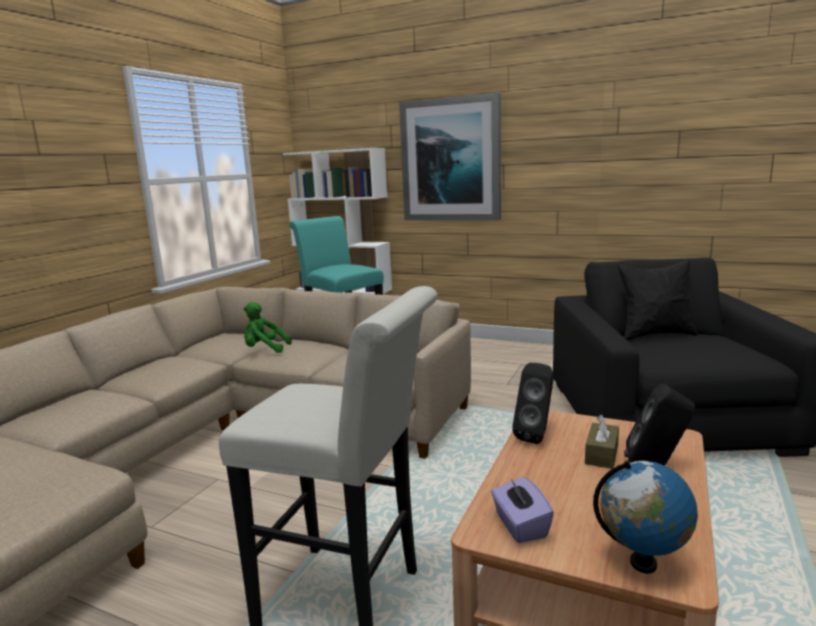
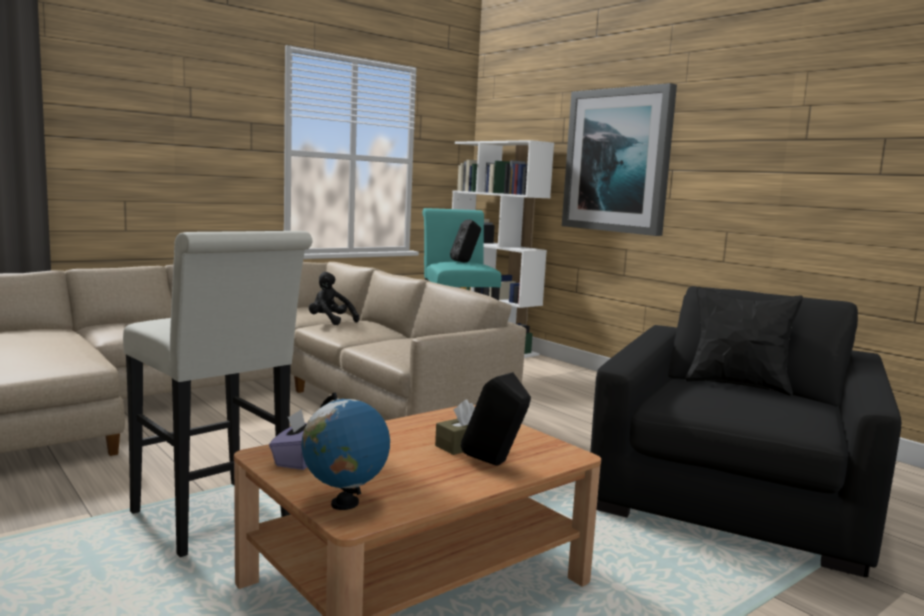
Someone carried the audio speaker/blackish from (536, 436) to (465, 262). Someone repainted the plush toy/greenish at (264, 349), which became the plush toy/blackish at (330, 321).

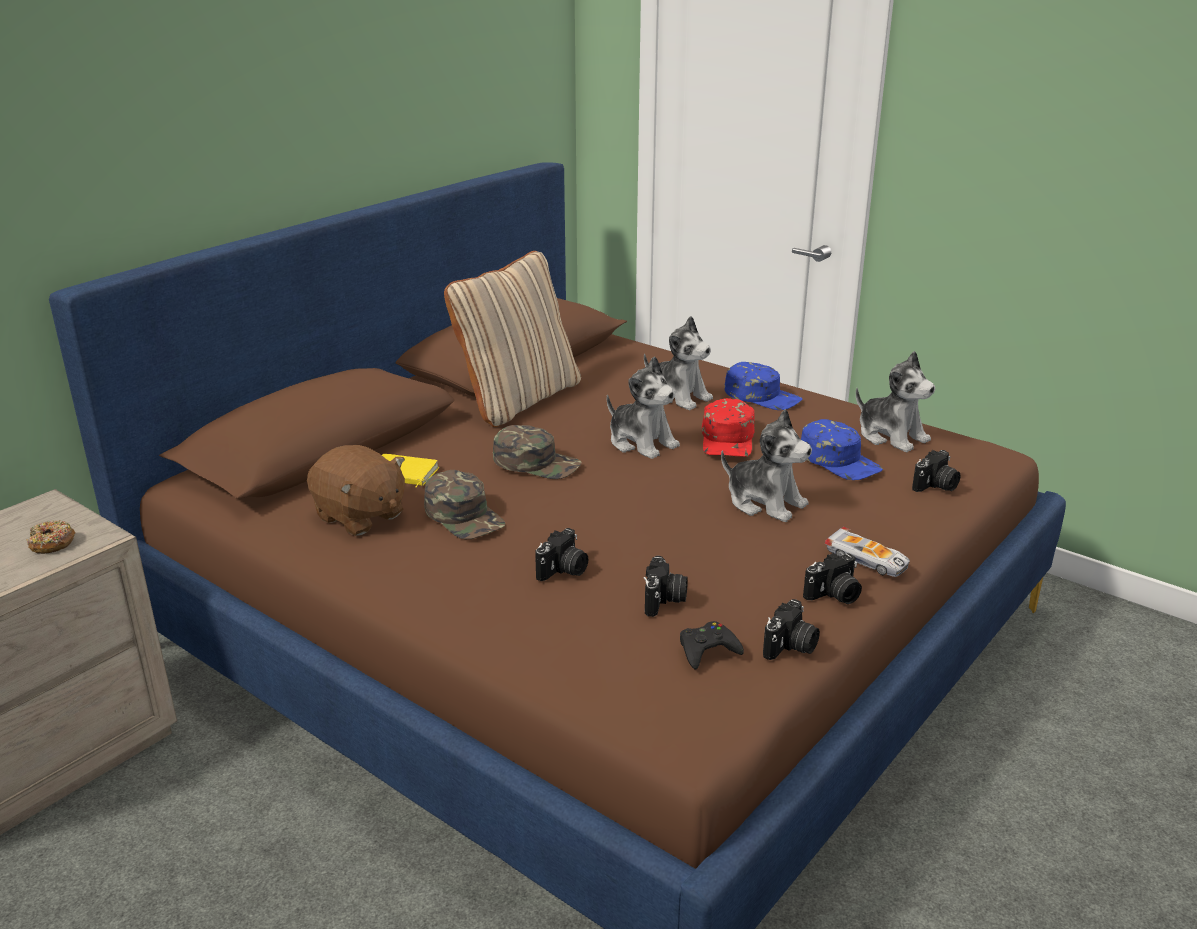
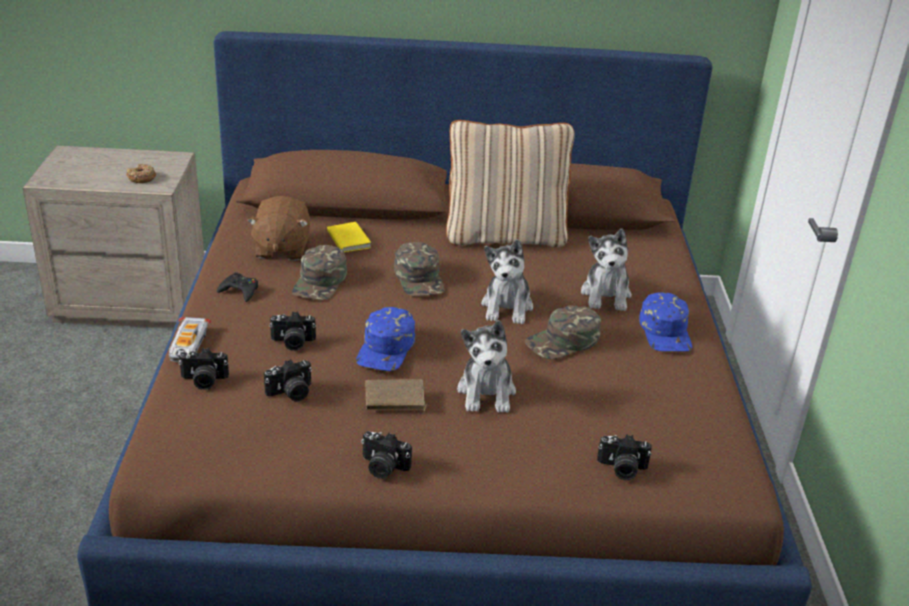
Someone took away the plush toy at (891, 436). Someone put down the book/brown-coloured at (394, 399). Someone carried the game controller/blackish from (707, 650) to (240, 291). Someone carried the still camera from (791, 647) to (204, 381). Someone carried the peaked cap/blue-coloured from (839, 460) to (386, 348). Someone carried the toy car from (867, 559) to (188, 345). Someone repainted the peaked cap/reddish at (728, 439), which became the peaked cap/greenish at (563, 341).

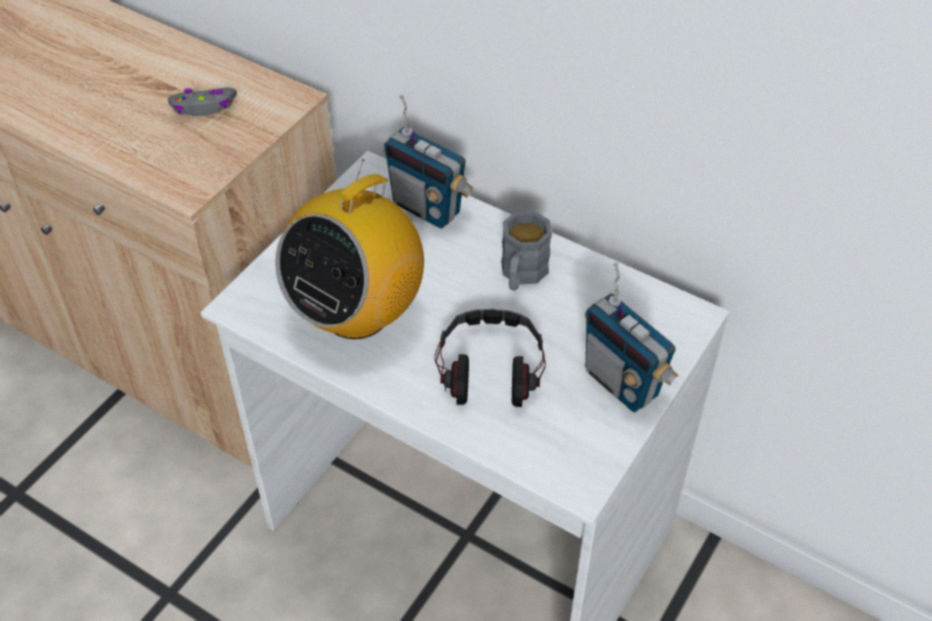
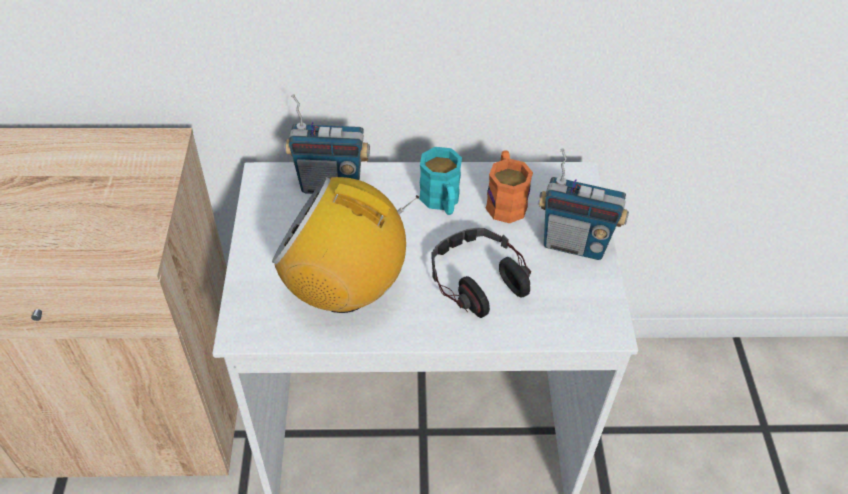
Someone took away the game controller/gray at (204, 107). Someone put down the tea mug/orange-coloured at (505, 200). Someone repainted the tea mug/gray at (521, 274), which became the tea mug/turquoise-coloured at (442, 201). Someone rotated the radio at (357, 312) by 105 degrees clockwise.

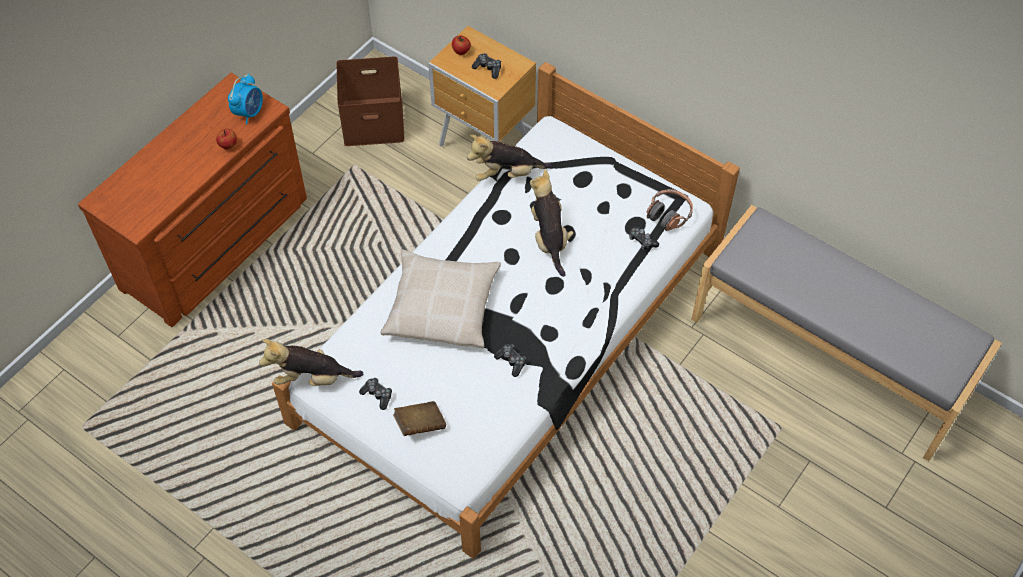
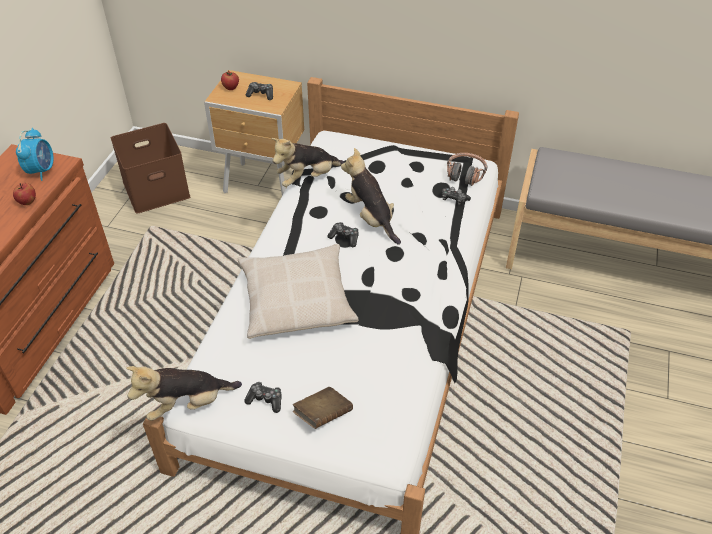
Someone carried the game controller from (511, 362) to (344, 237).

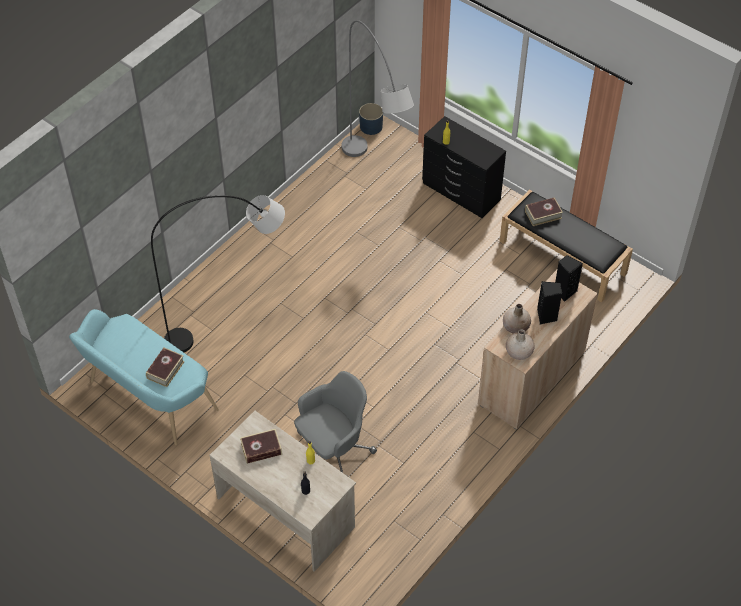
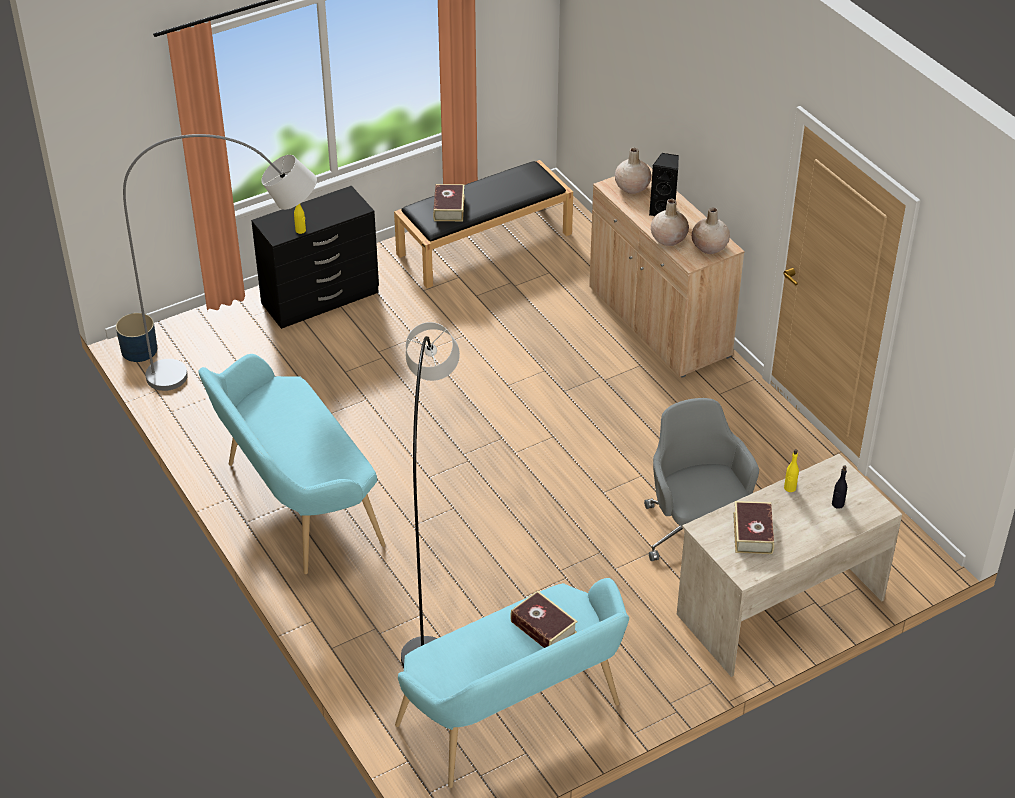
Someone put down the long seat/turquoise-coloured at (295, 505). Someone swapped the audio speaker/blackish at (564, 291) for the decorative vase/beige at (632, 187).

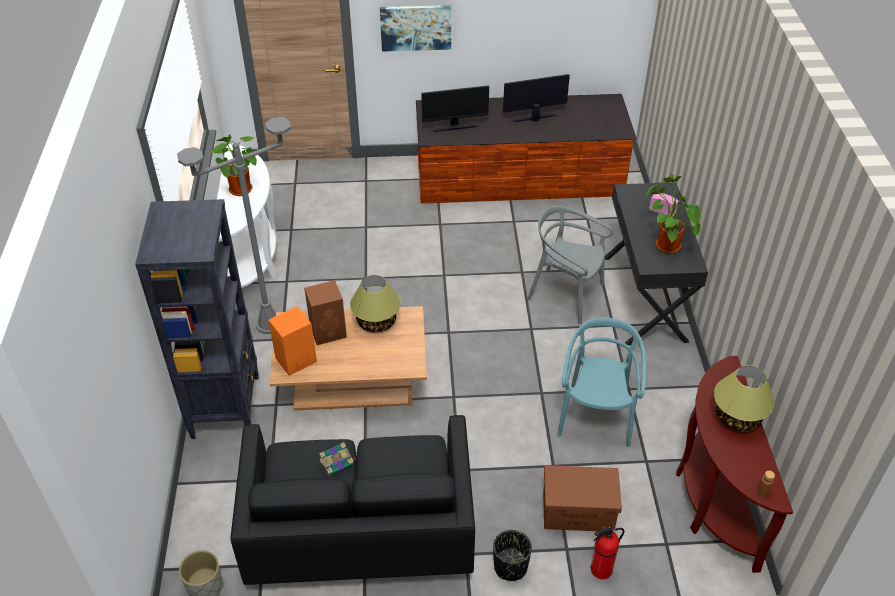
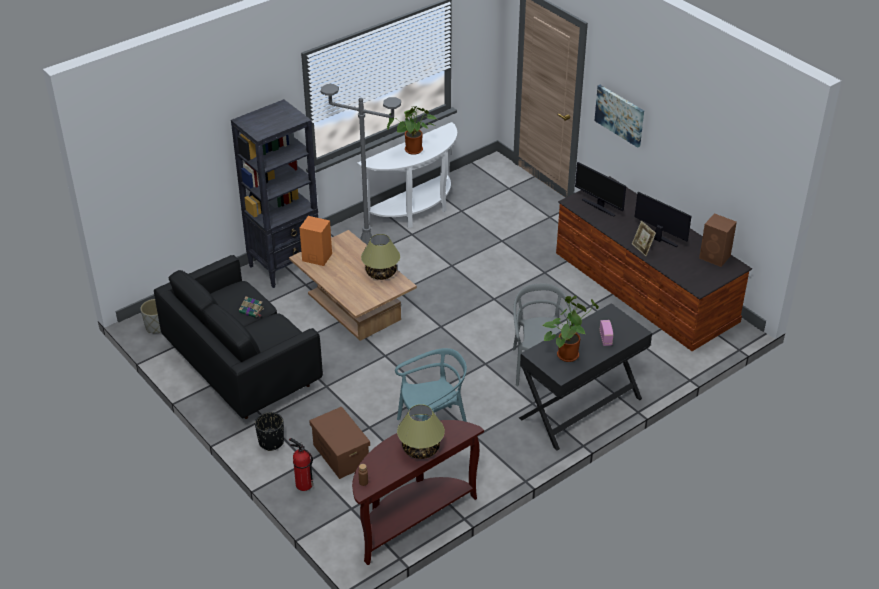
Someone put down the photo frame at (642, 249). Someone carried the audio speaker/brown-coloured from (329, 331) to (715, 257).

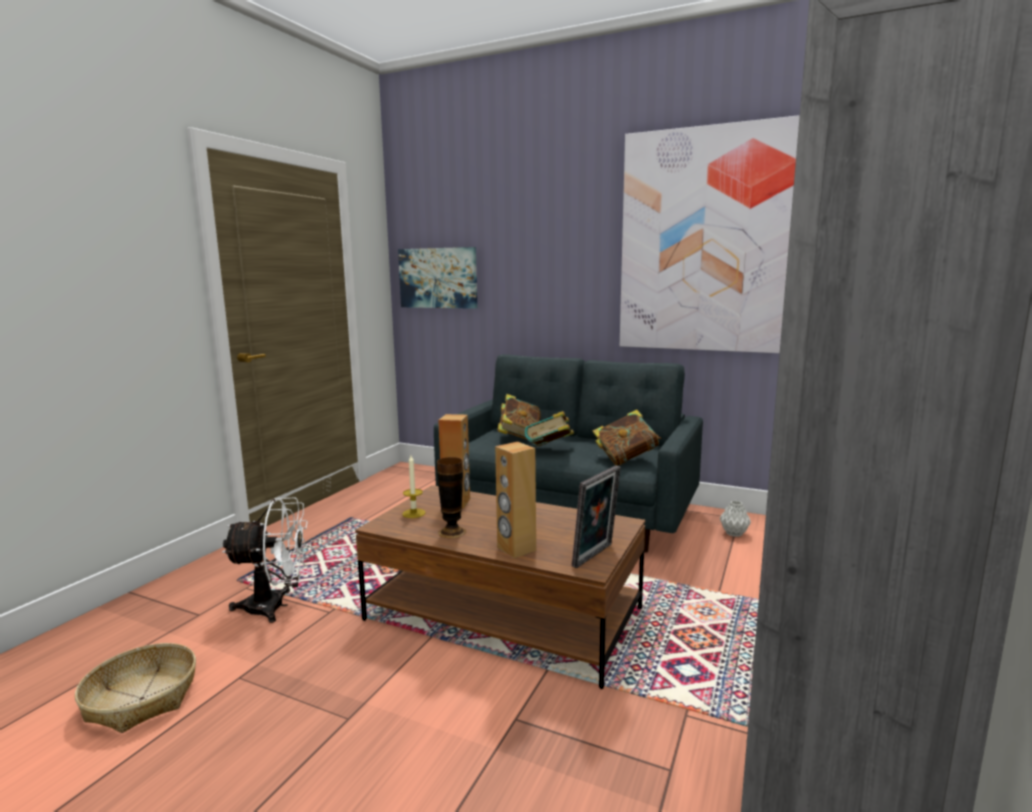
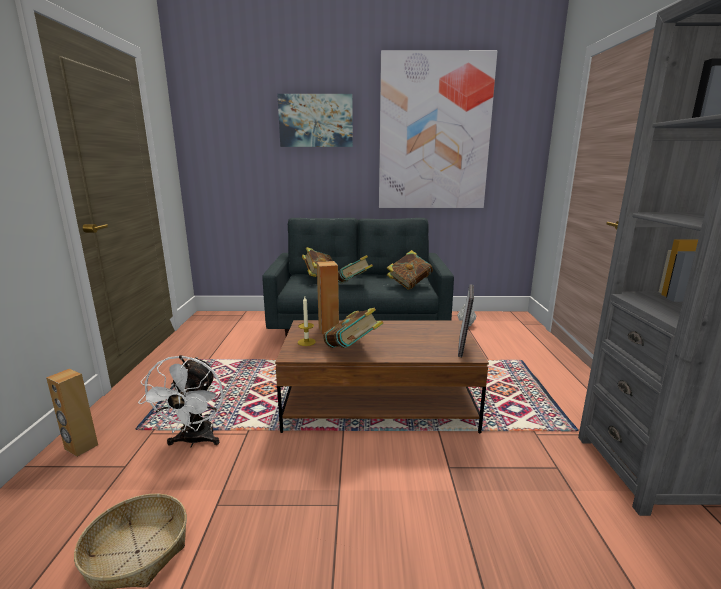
Someone carried the wall art from (438, 278) to (316, 121). Someone carried the audio speaker/brown-coloured from (516, 549) to (81, 447). Someone swapped the decorative vase at (452, 532) for the book at (352, 350). Someone rotated the cooling fan/white at (275, 606) by 120 degrees clockwise.

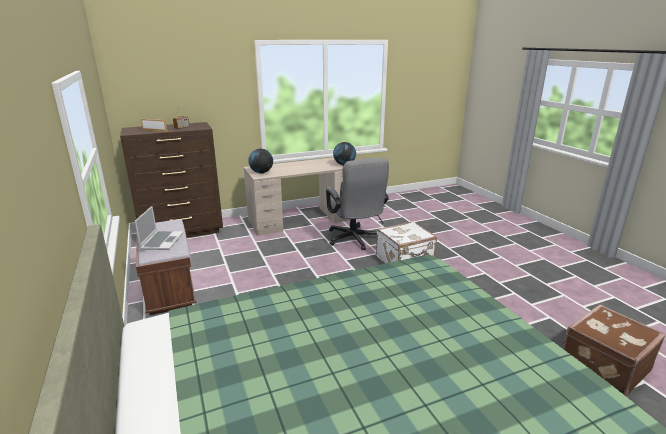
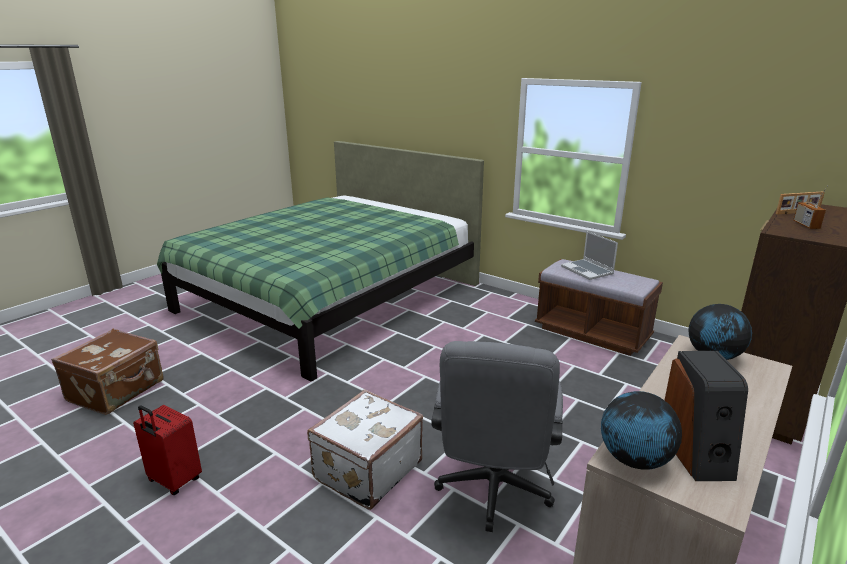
Someone put down the suitcase/reddish at (173, 481). Someone put down the audio speaker at (696, 453). Someone rotated the desk chair/gray at (354, 240) by 120 degrees counterclockwise.

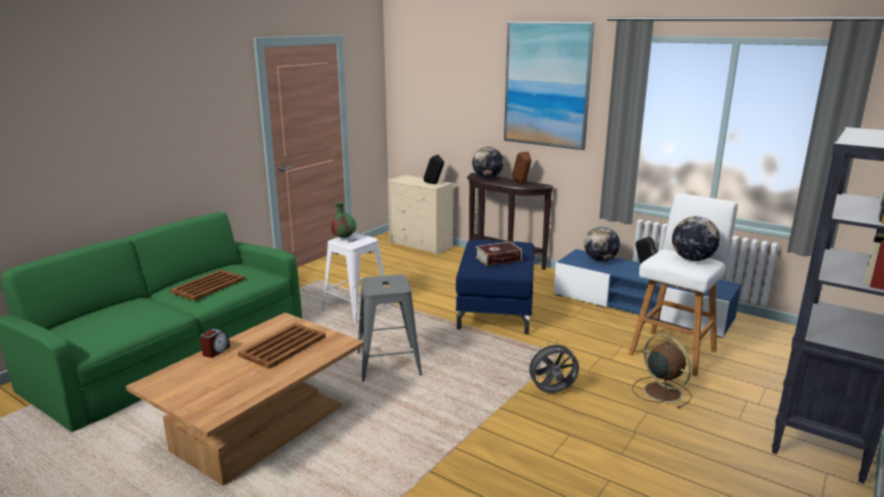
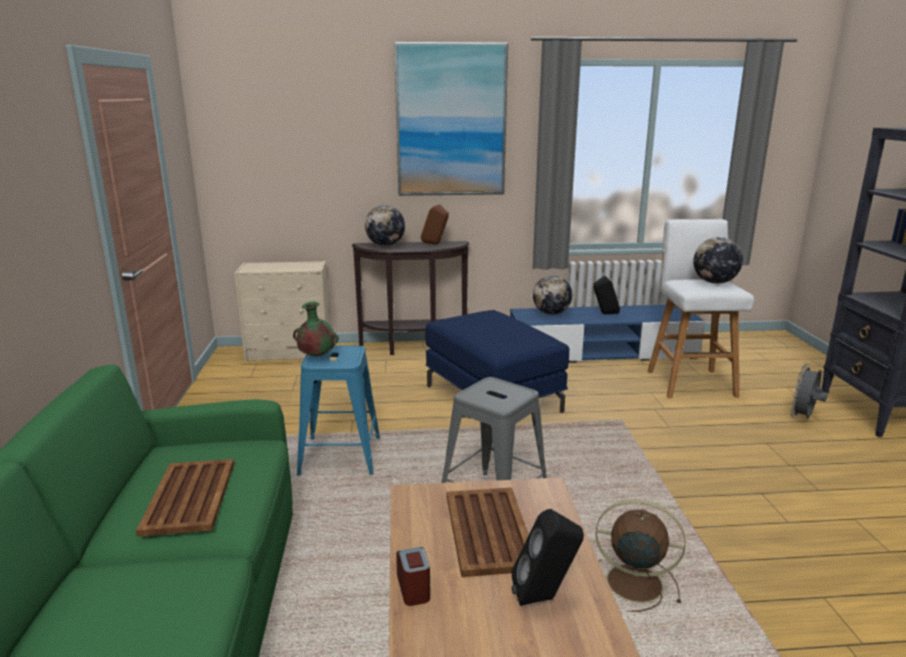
Someone took away the book at (498, 259). Someone carried the audio speaker/blackish from (434, 184) to (545, 598). Someone carried the cooling fan/gray from (552, 392) to (803, 418). Someone carried the cooling fan/brown-coloured from (661, 391) to (631, 583). Someone repainted the stool/white at (356, 308), which became the stool/blue-coloured at (340, 455).

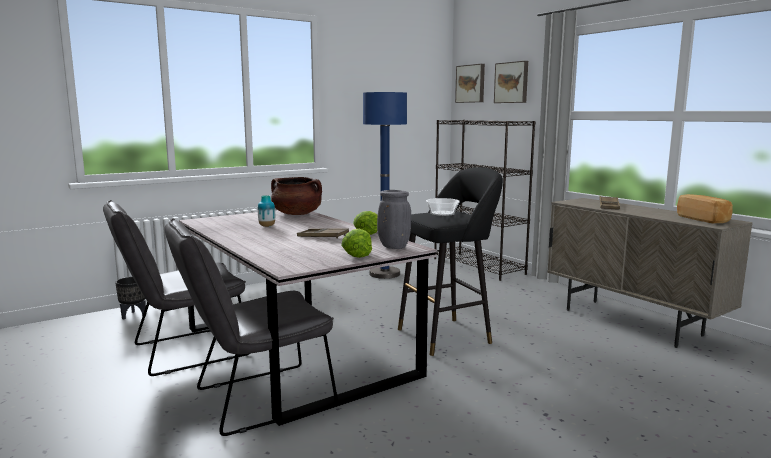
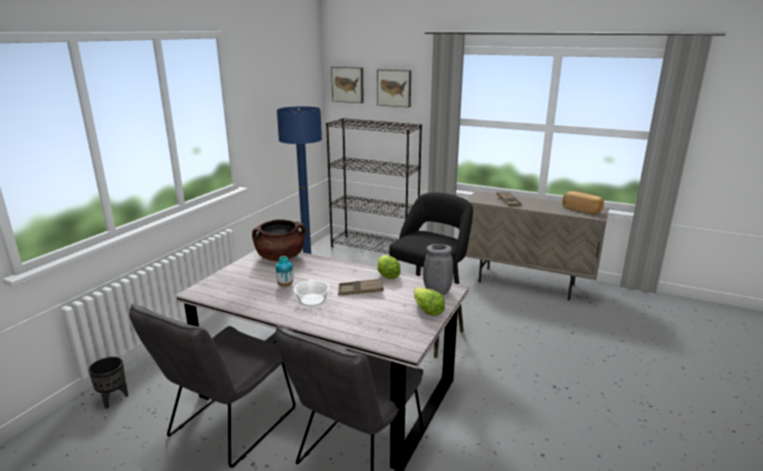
Someone carried the bowl from (442, 213) to (312, 300).

